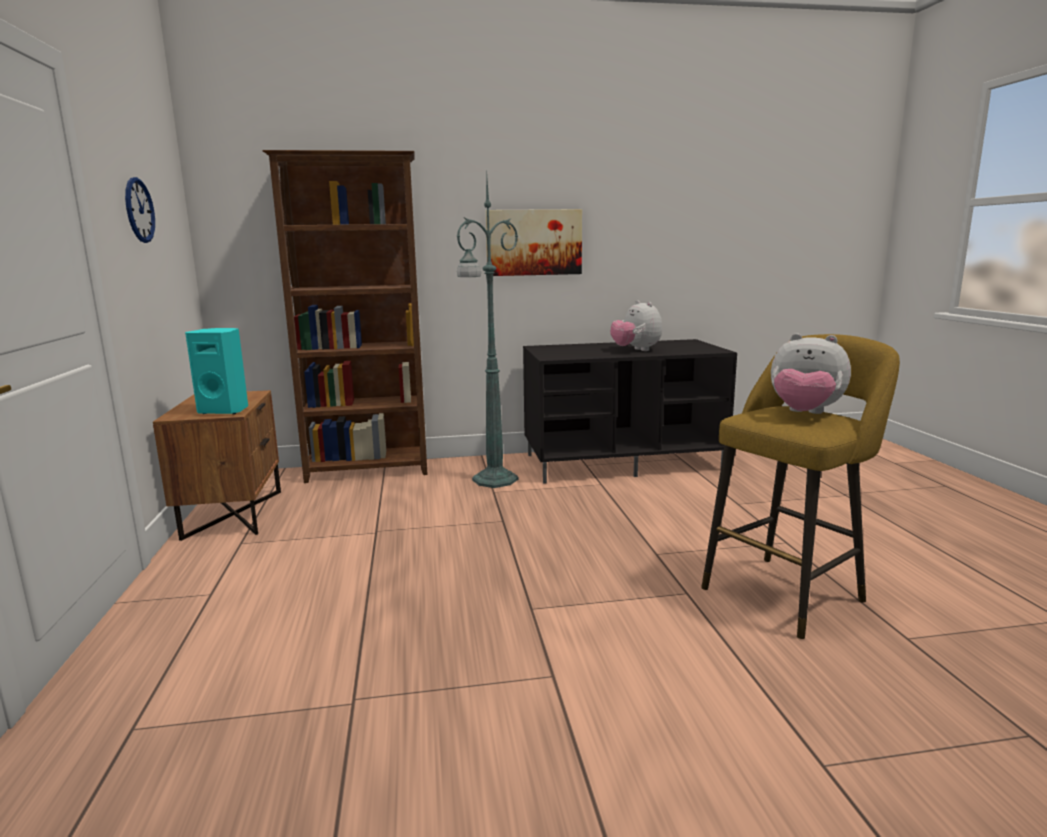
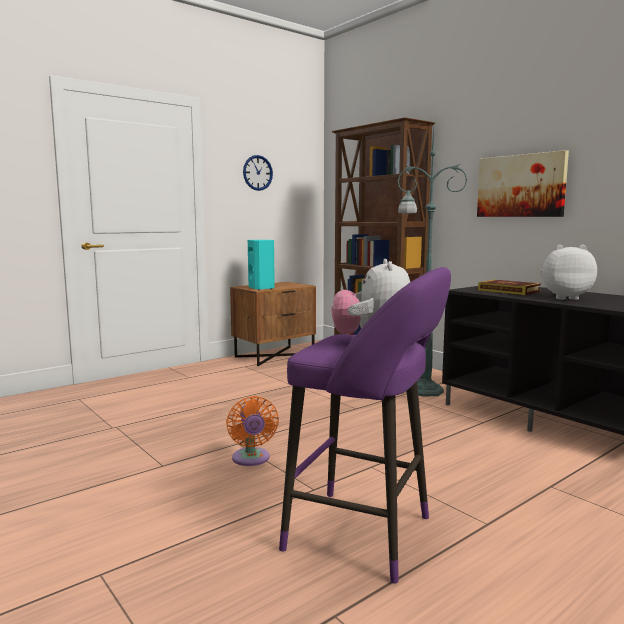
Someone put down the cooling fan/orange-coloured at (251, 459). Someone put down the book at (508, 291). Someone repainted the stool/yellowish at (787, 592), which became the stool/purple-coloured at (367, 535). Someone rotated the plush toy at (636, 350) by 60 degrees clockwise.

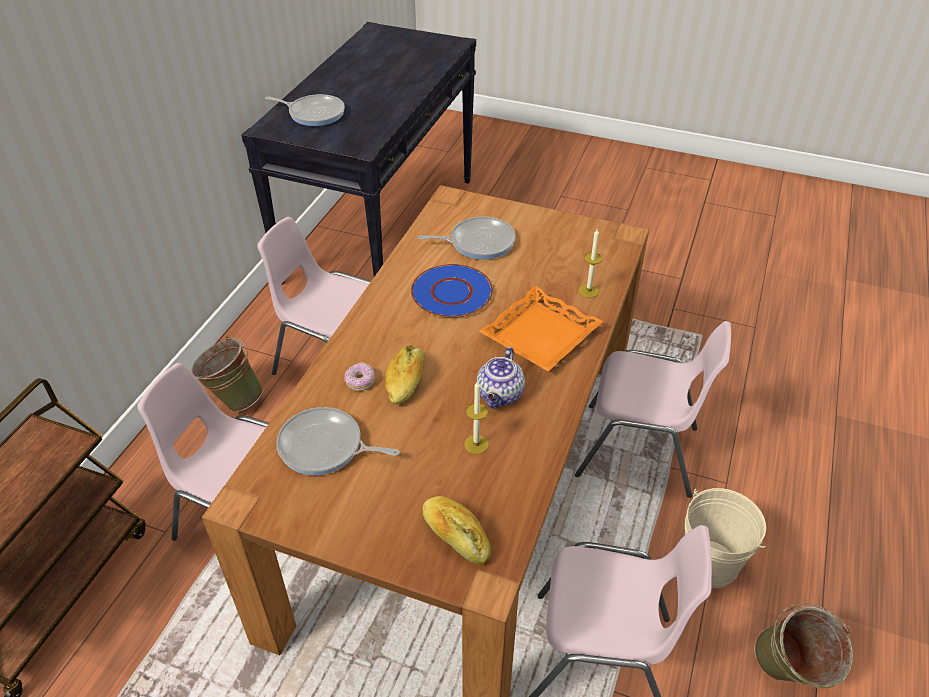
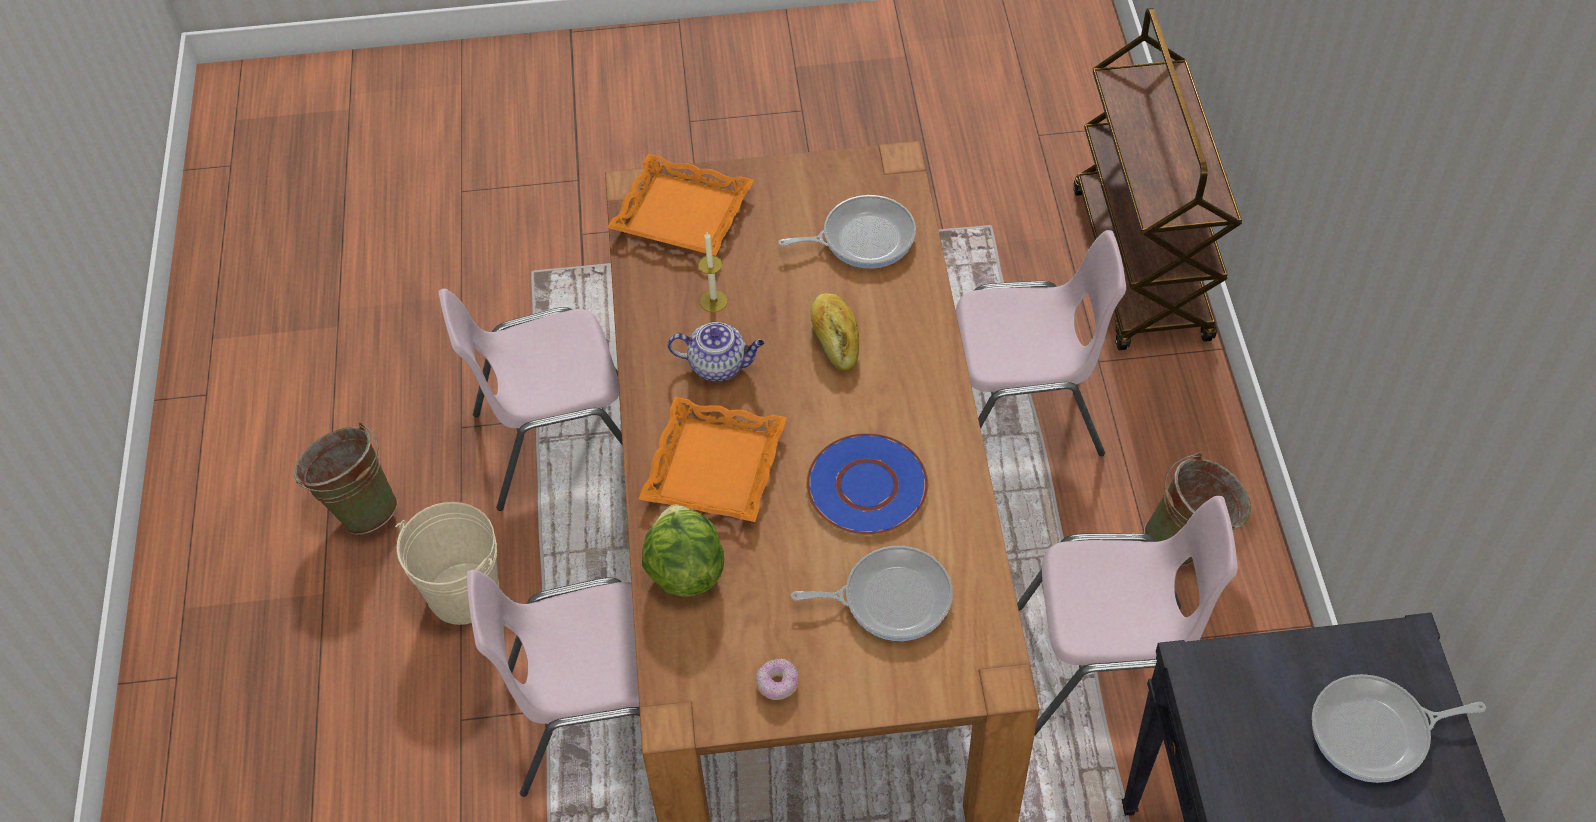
Someone carried the donut from (360, 381) to (777, 684). Someone swapped the bread at (456, 536) for the serving tray/orange-coloured at (683, 213). Someone swapped the wax candle at (588, 291) for the head of lettuce at (684, 571). Someone rotated the skillet at (478, 242) by 150 degrees counterclockwise. Someone rotated the tea pot at (500, 395) by 105 degrees clockwise.

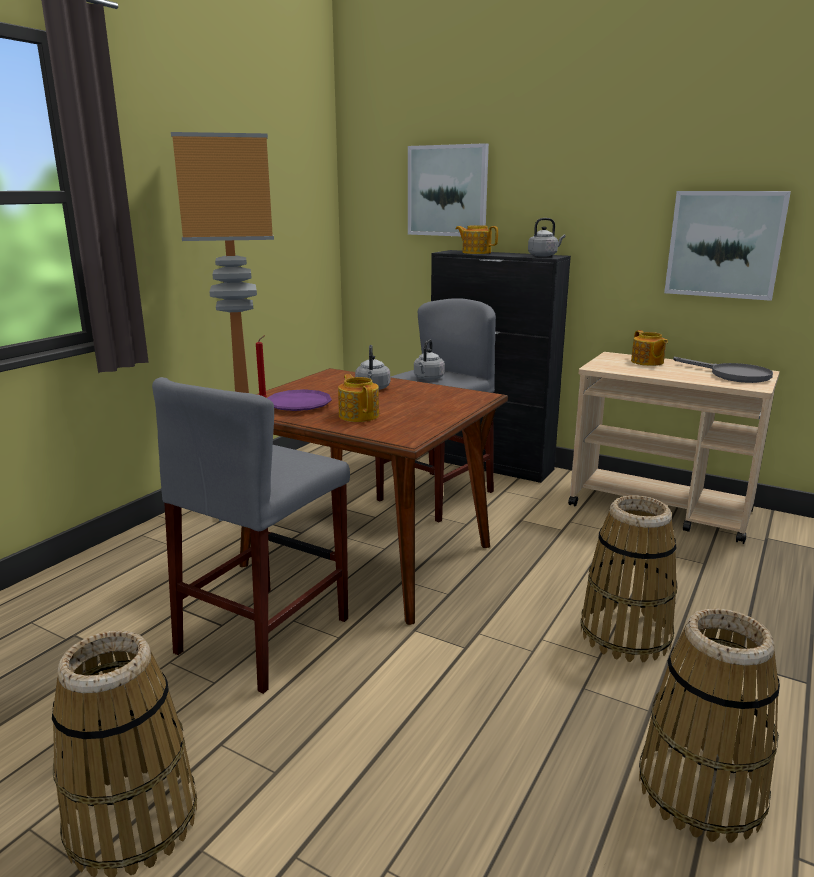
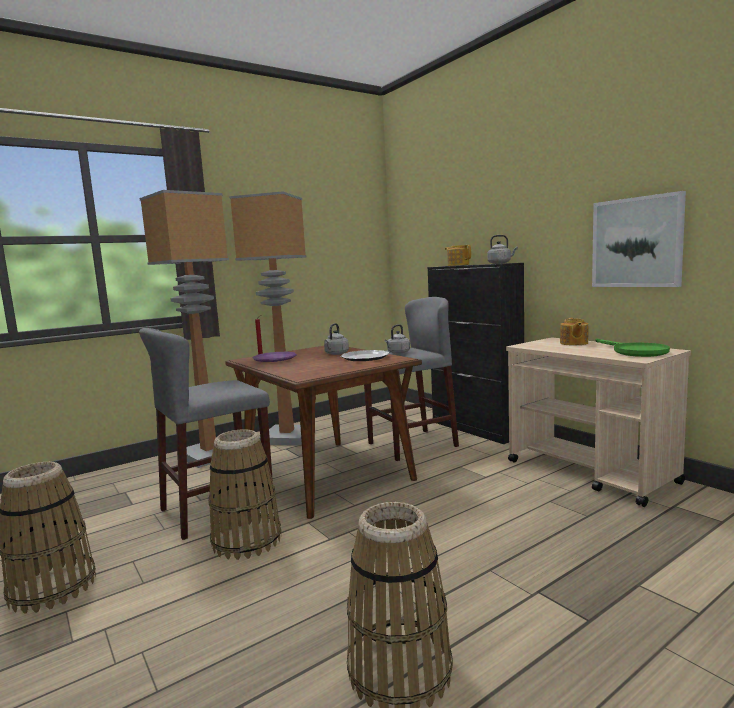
Someone took away the tea pot at (359, 415). Someone took away the wall art at (447, 191). Someone put down the standing lamp at (210, 455). Someone put down the dinner plate at (365, 357). Someone carried the storage basket from (625, 634) to (247, 541). Someone repainted the skillet/gray at (732, 375), which became the skillet/greenish at (634, 352).

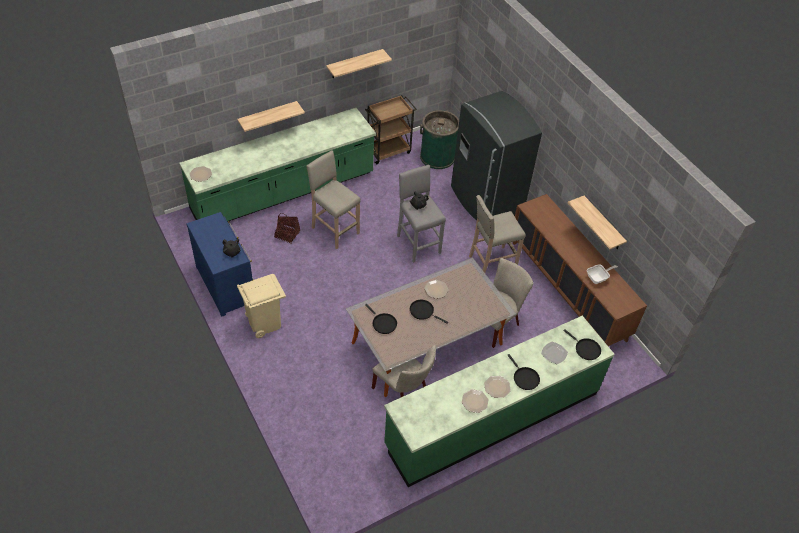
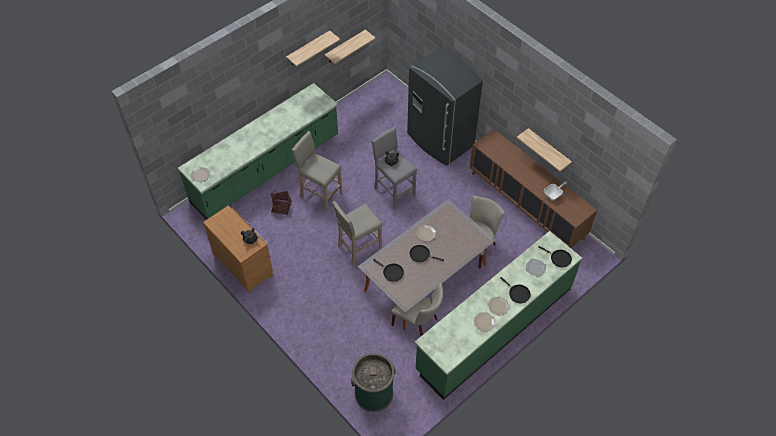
Someone took away the rubbish bin/beige at (264, 322). Someone took away the trolley/brown-coloured at (388, 151). Someone carried the wall shelf from (268, 116) to (345, 47). Someone carried the rubbish bin/greenish from (437, 157) to (373, 393). Someone carried the stool/beige from (491, 262) to (358, 248). Someone repainted the dresser/blue-coloured at (226, 284), which became the dresser/brown-coloured at (243, 263).

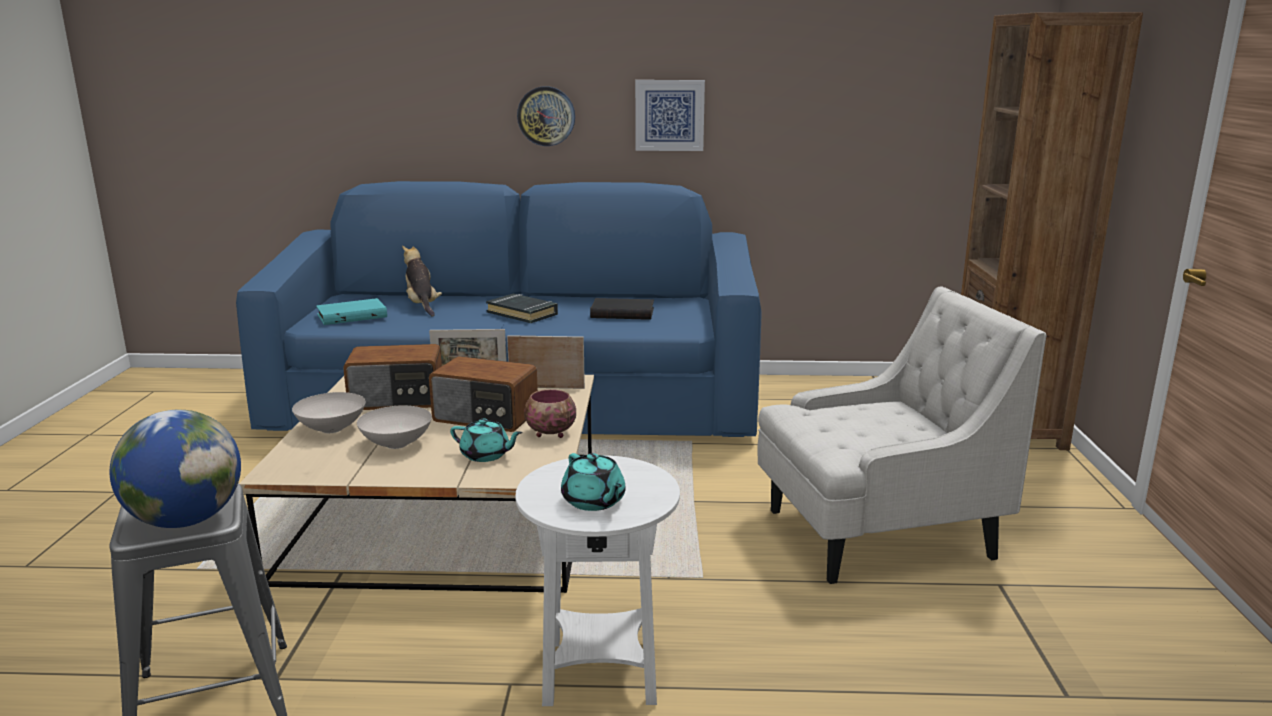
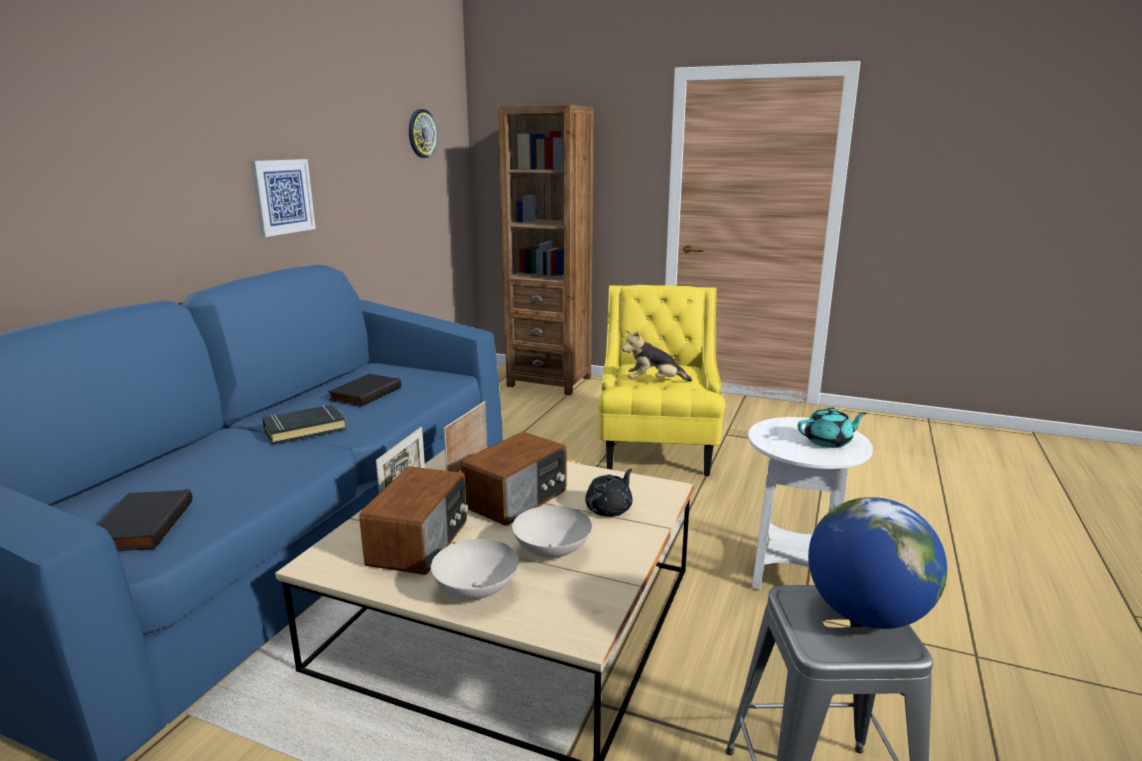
Someone took away the bowl at (550, 433). Someone carried the plush toy from (422, 306) to (654, 382). Someone carried the clock on the wall from (546, 116) to (422, 133). Someone repainted the book/turquoise-coloured at (352, 315), which became the book/blackish at (140, 525). Someone repainted the tea pot/turquoise-coloured at (486, 455), which became the tea pot/blackish at (609, 508). Someone repainted the lounge chair/white at (876, 534), which became the lounge chair/yellowish at (657, 448).

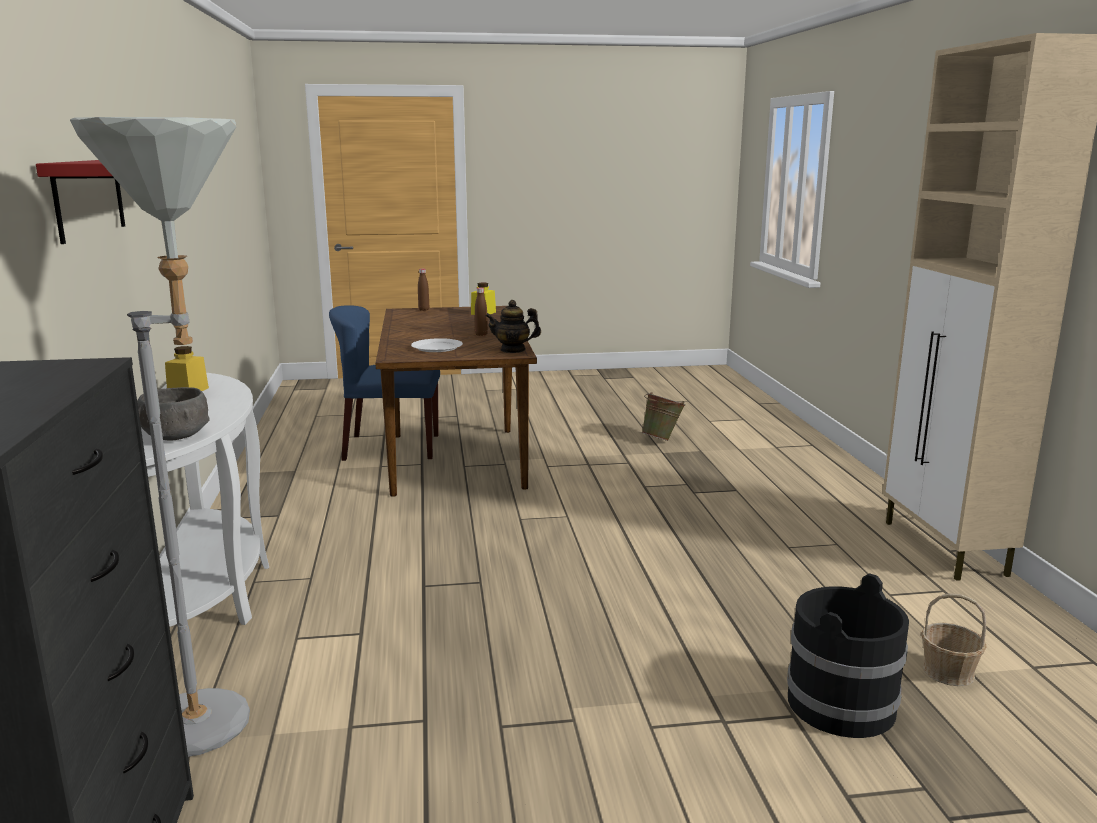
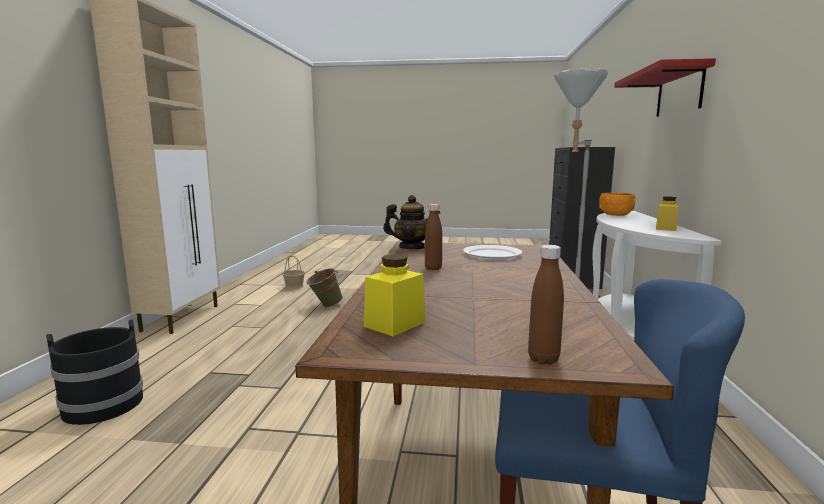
Someone carried the water bucket/greenish from (662, 439) to (325, 306). Someone carried the water bucket/blackish from (841, 705) to (104, 404). Someone repainted the bowl/gray at (176, 436), which became the bowl/orange-coloured at (615, 215).

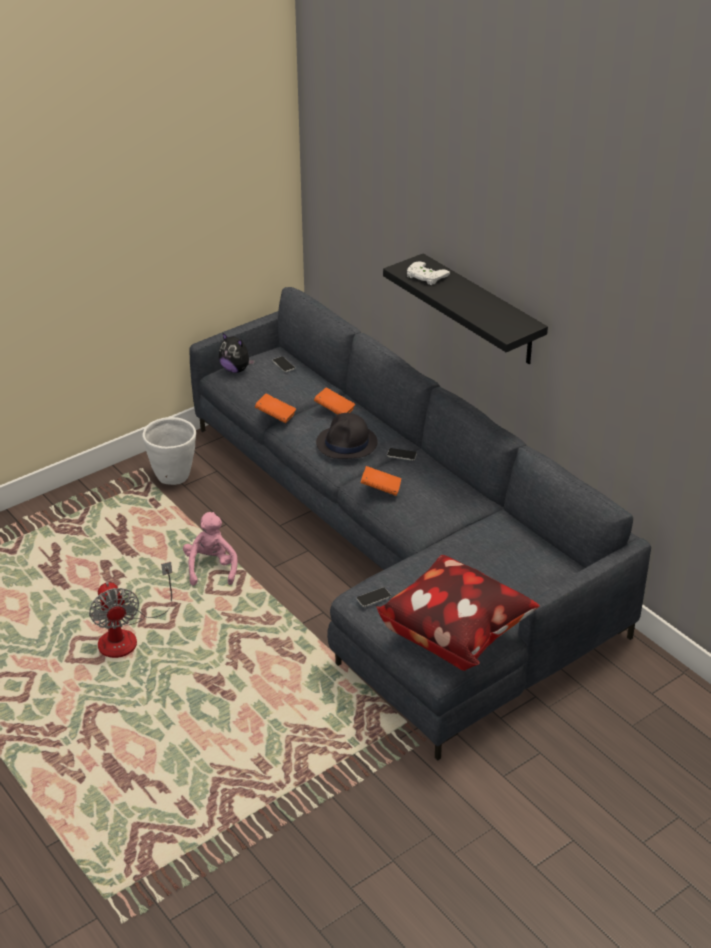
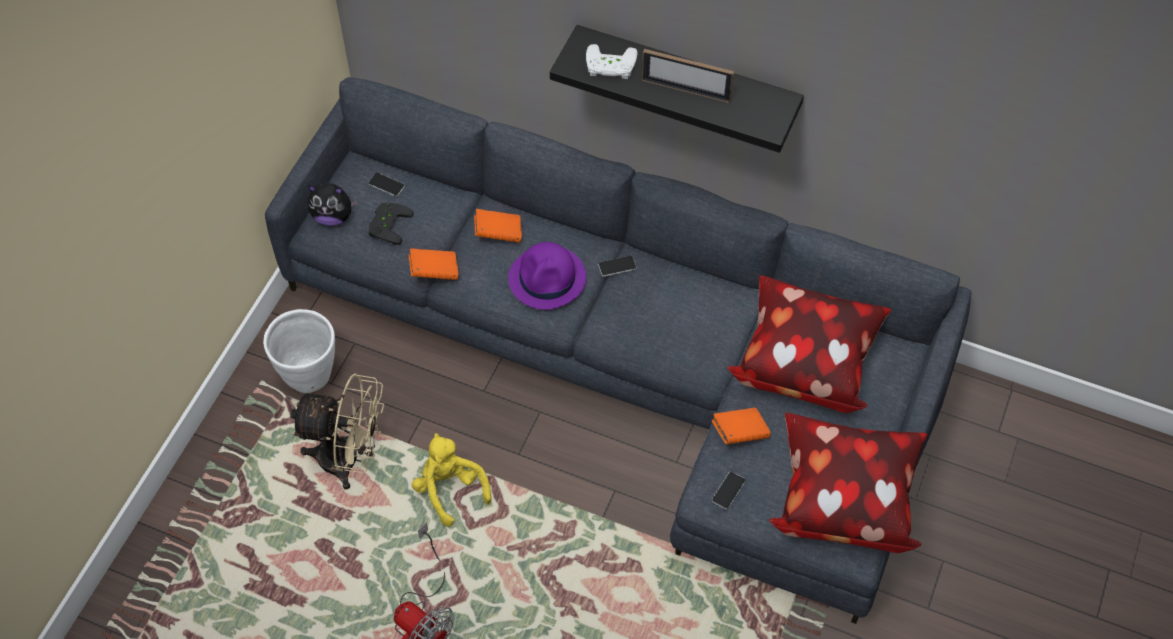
Someone put down the cooling fan/beige at (350, 460). Someone put down the game controller/blackish at (387, 224). Someone put down the photo frame at (686, 90). Someone put down the cushion at (804, 361). Someone carried the book/orange-coloured from (380, 489) to (739, 433). Someone repainted the plush toy/pink-coloured at (211, 568), which became the plush toy/yellowish at (450, 489). Someone repainted the clothing hat/blackish at (347, 443), which became the clothing hat/purple-coloured at (548, 278).

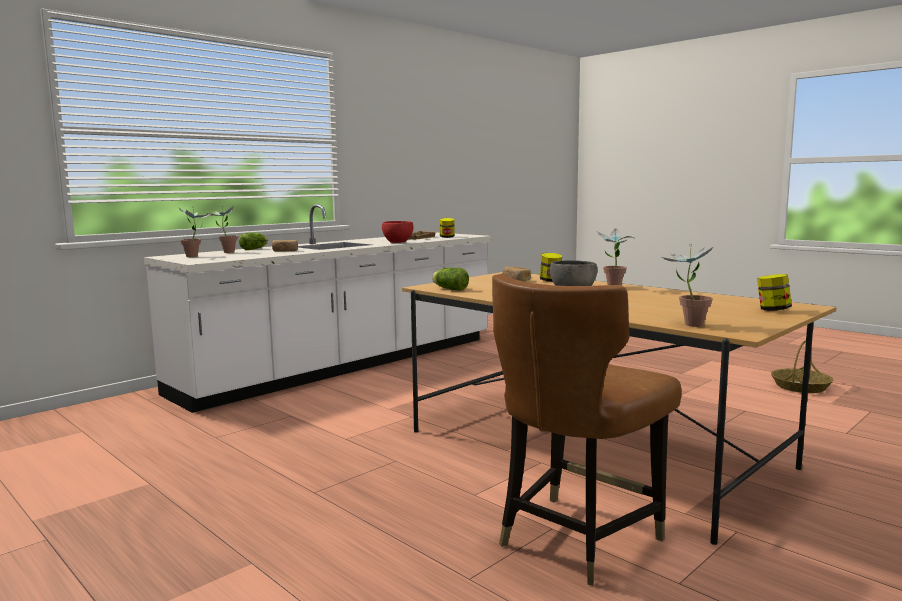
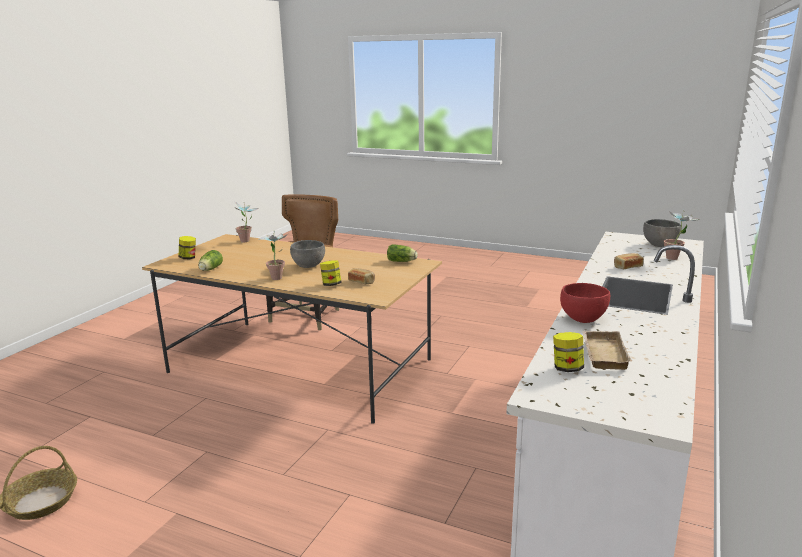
Someone carried the head of lettuce from (255, 249) to (210, 269). Someone swapped the potted plant at (196, 256) for the bowl/gray at (660, 245).

